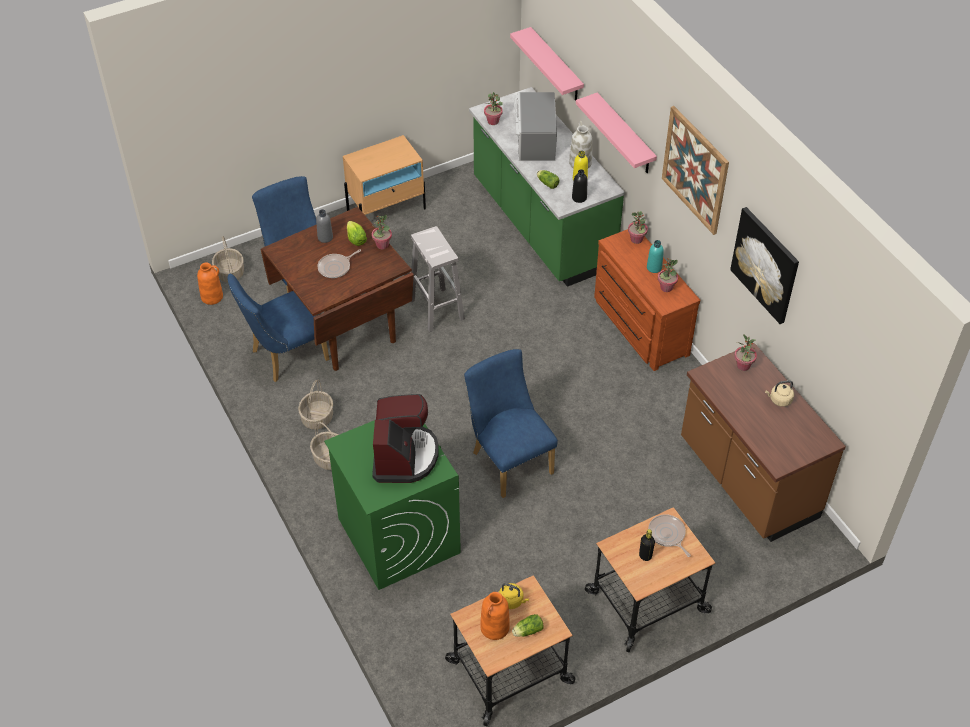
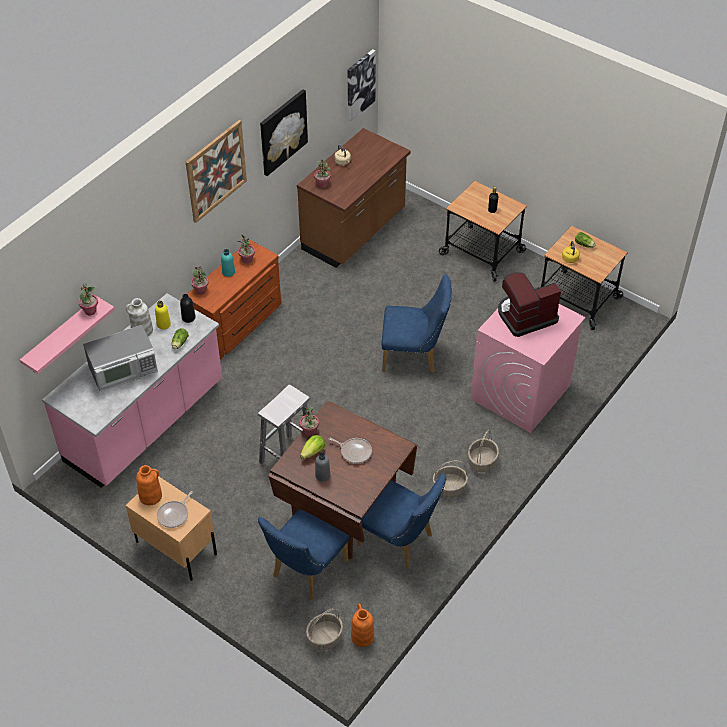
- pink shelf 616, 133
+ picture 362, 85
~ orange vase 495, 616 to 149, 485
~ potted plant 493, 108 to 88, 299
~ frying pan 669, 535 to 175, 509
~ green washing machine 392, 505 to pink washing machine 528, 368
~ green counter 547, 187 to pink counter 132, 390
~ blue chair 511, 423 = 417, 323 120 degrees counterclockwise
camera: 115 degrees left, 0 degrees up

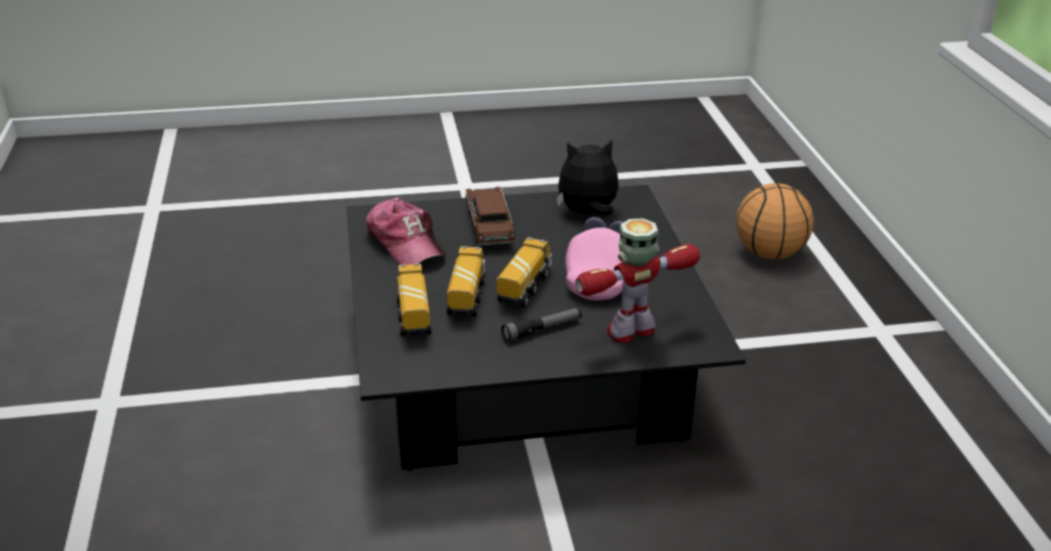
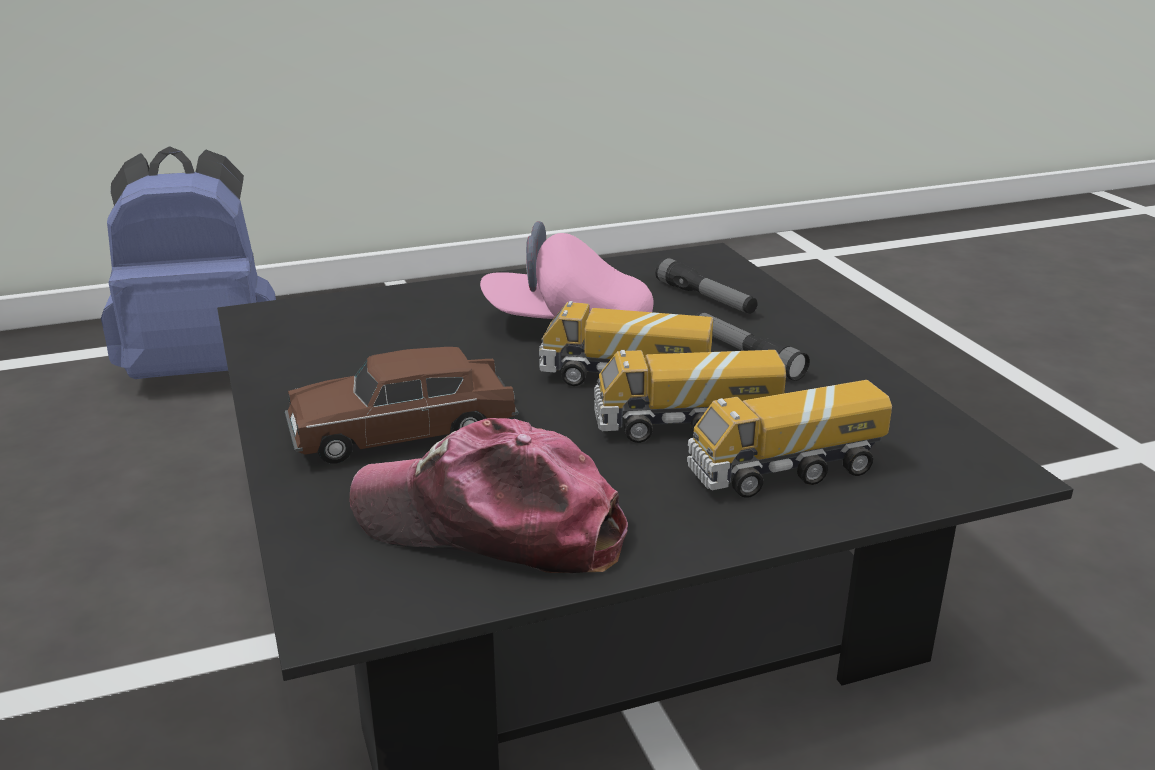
- plush toy 587, 177
~ toy robot 637, 280 to flashlight 706, 285
~ basketball 775, 221 to blue backpack 188, 262
~ cap 406, 231 = 489, 495 120 degrees counterclockwise
camera: 100 degrees left, 5 degrees down

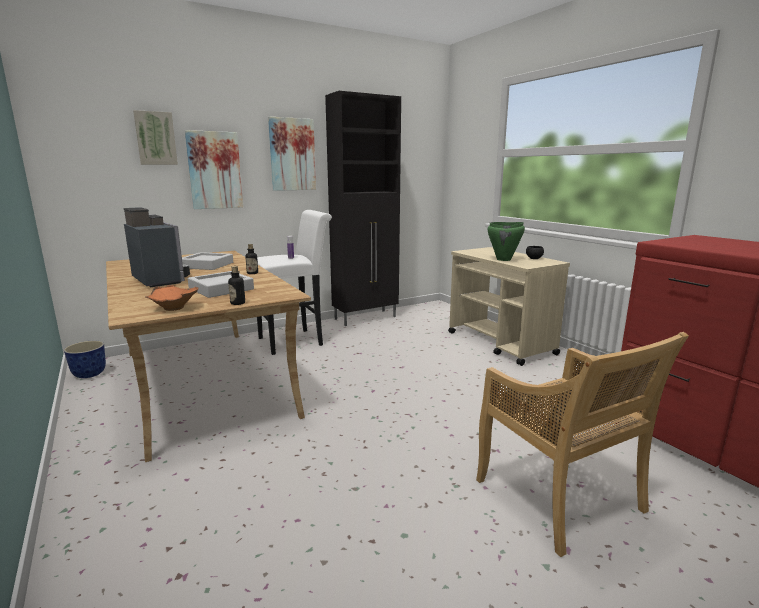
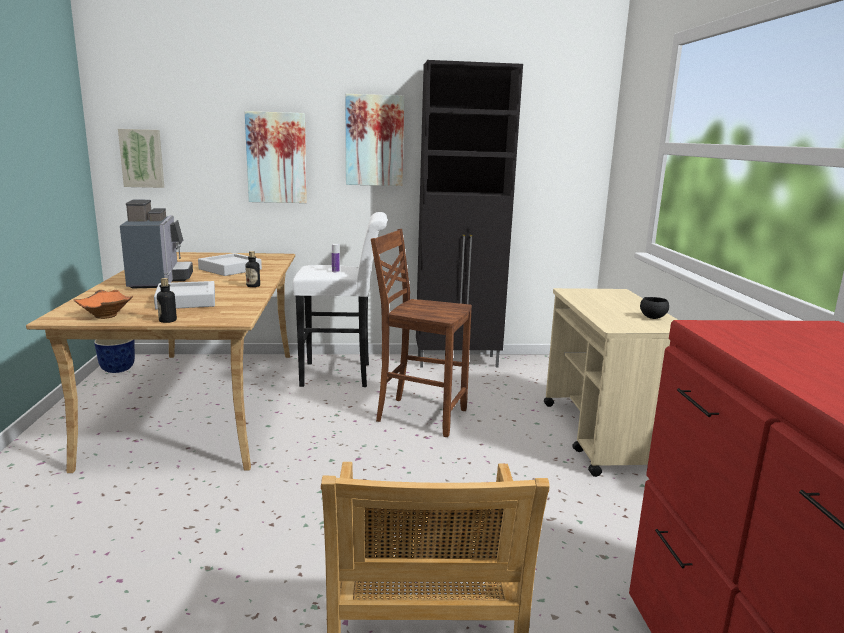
- green cooking pot 506, 241
+ brown chair 421, 333
~ picture 155, 137 to 141, 158
camera: 25 degrees right, 0 degrees up

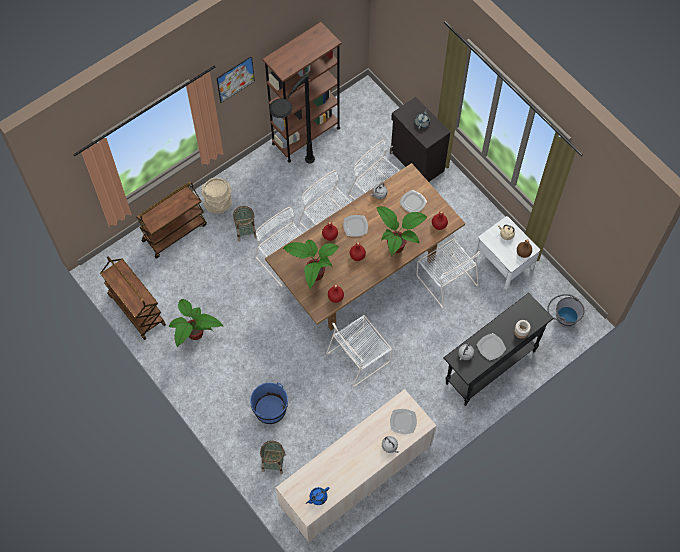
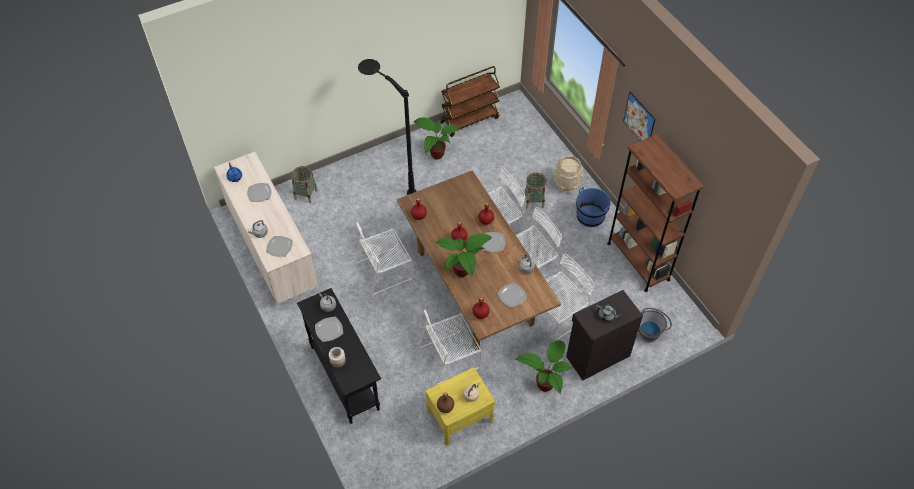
- brown cart 171, 220
+ plate 259, 192
~ blue bucket 269, 403 to 593, 207
~ black floor lamp 292, 118 to 387, 127
~ potted plant 311, 264 to 543, 367
~ grey bucket 565, 310 to 655, 325
~ white nightstand 507, 253 to yellow nightstand 460, 406
~ white chair 359, 351 = 384, 258 90 degrees counterclockwise
camera: 100 degrees right, 10 degrees down

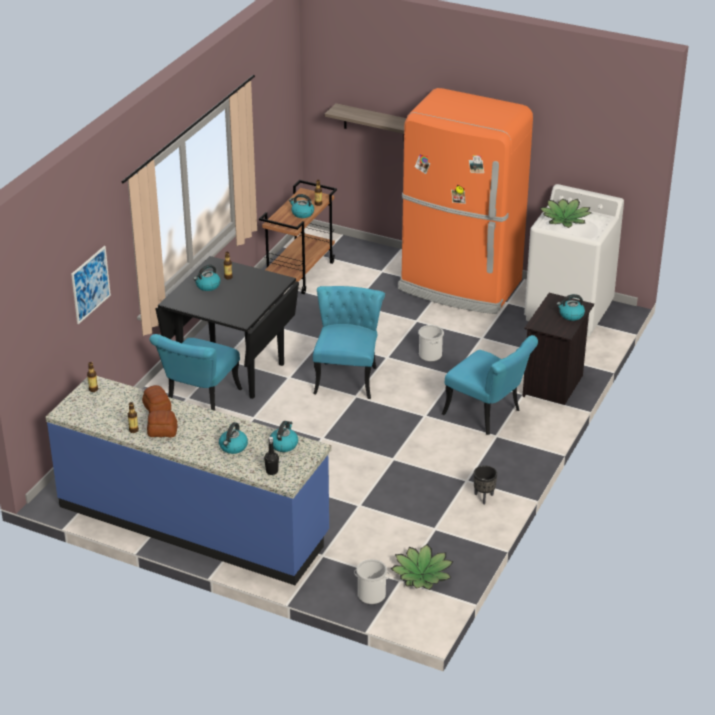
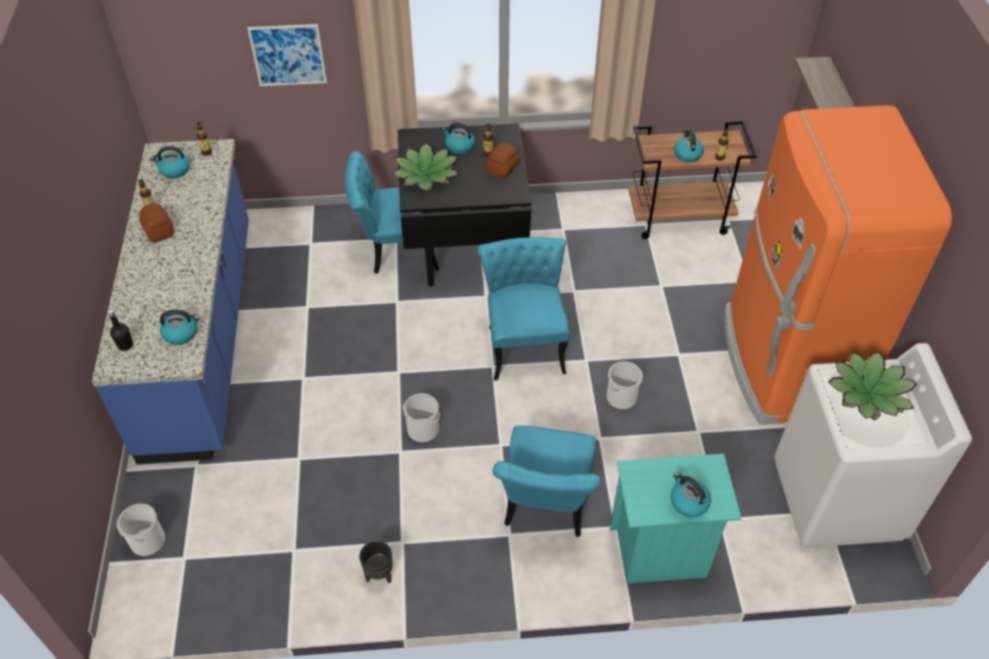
+ bucket 421, 417
~ bread 156, 399 to 503, 160
~ kettle 233, 438 to 170, 162
~ potted plant 422, 567 to 425, 167
~ black nightstand 558, 349 to turquoise nightstand 676, 519
~ turquoise chair 349, 342 = 523, 308 75 degrees counterclockwise
camera: 60 degrees right, 15 degrees up

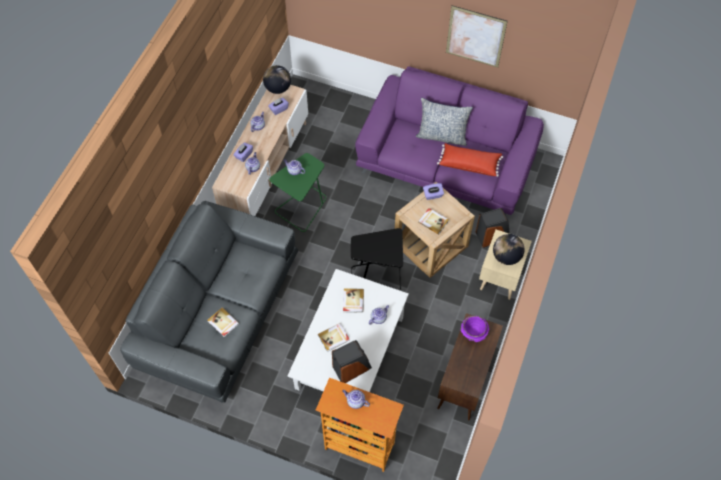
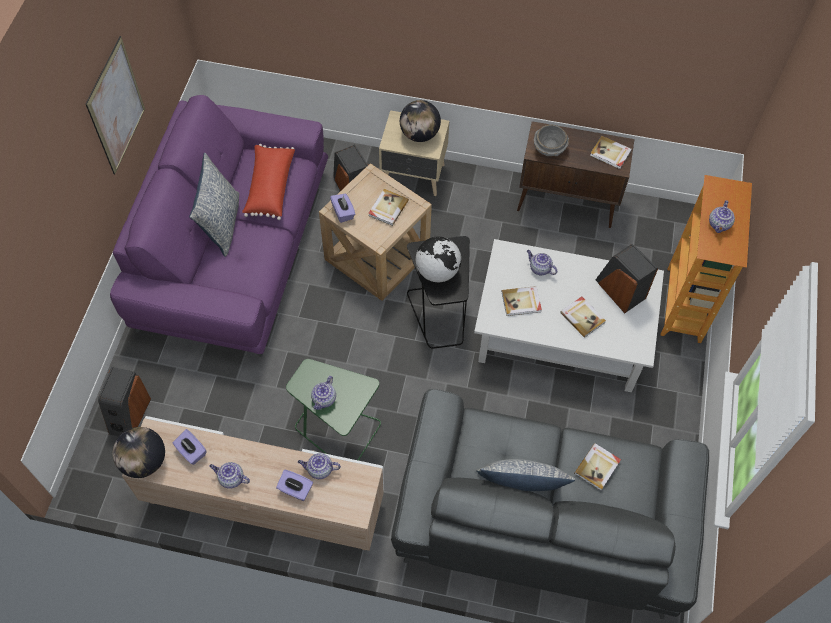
+ speaker 124, 402
+ globe 438, 259
+ pillow 525, 475
+ book 611, 152
~ purple bowl 475, 329 to grey bowl 551, 140
camera: 100 degrees left, 0 degrees up

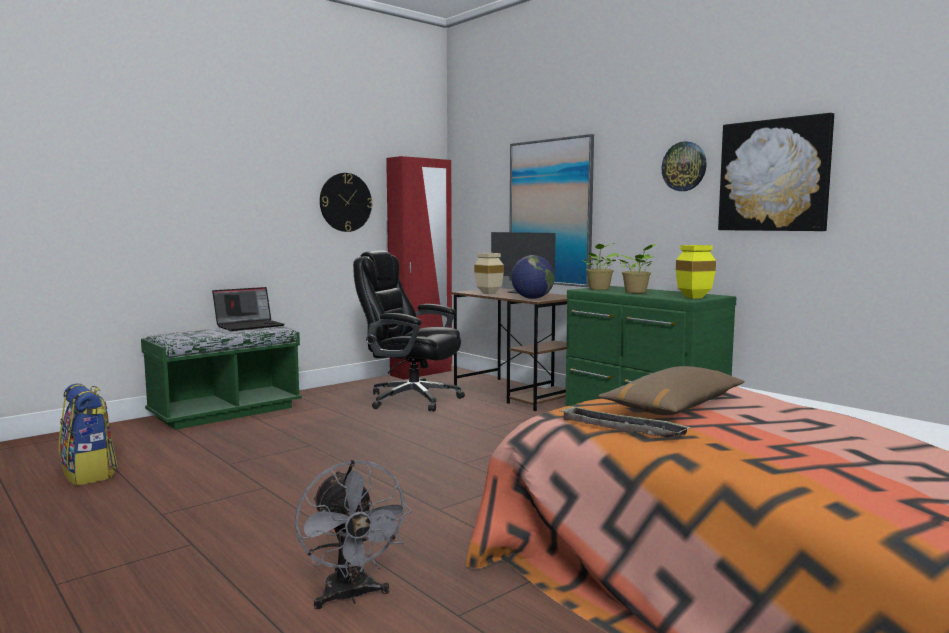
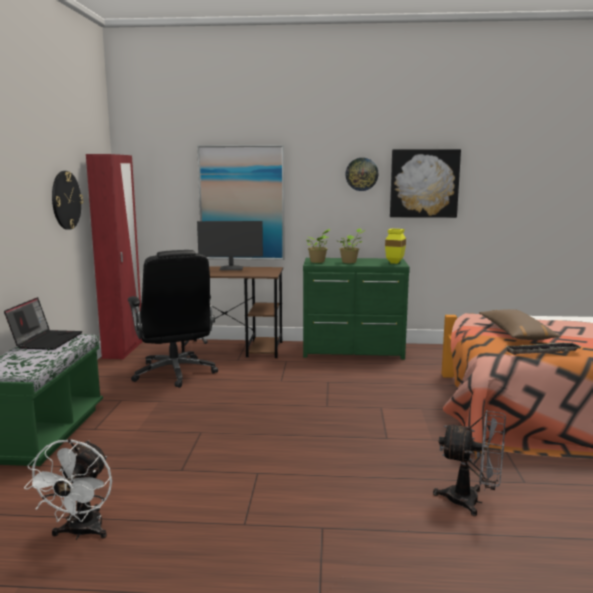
- beige vase 489, 273
- globe 533, 277
~ backpack 88, 434 to white fan 68, 489
~ black office chair 409, 331 = 173, 319 90 degrees counterclockwise
camera: 45 degrees left, 5 degrees up

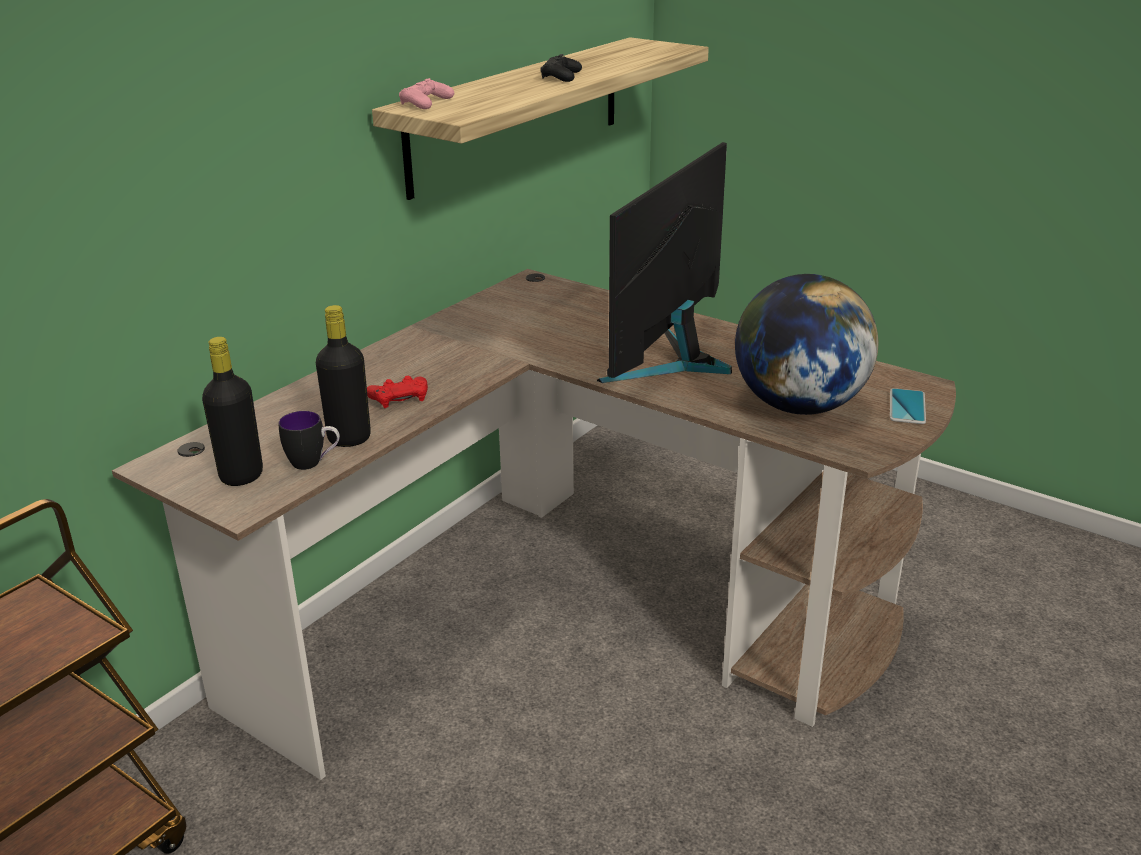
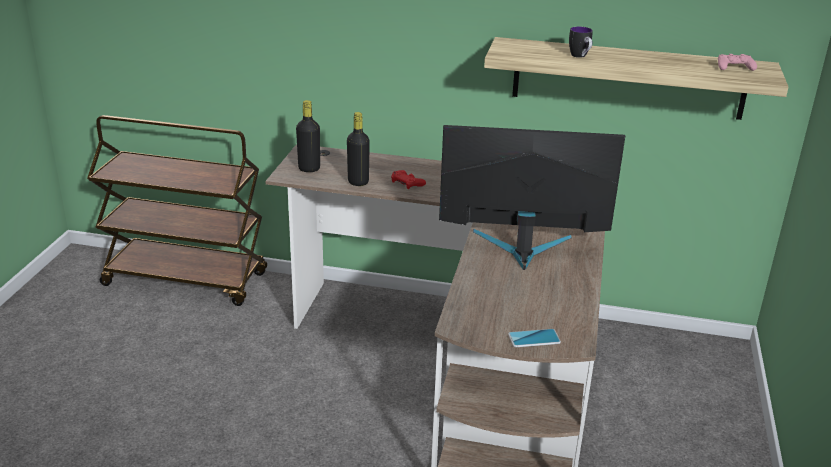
- black game controller 561, 68
- globe 806, 344
~ mug 309, 440 to 581, 42
~ pink game controller 426, 93 to 737, 62
camera: 65 degrees right, 0 degrees up

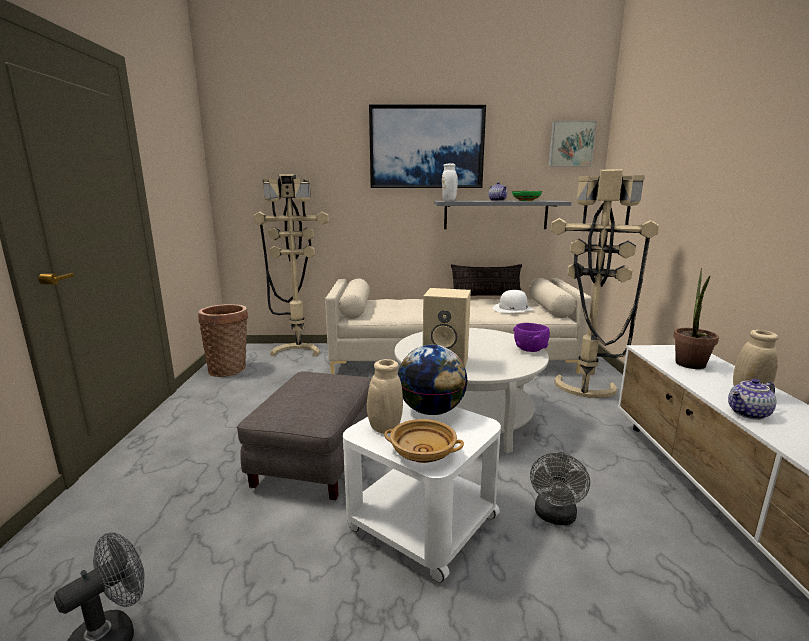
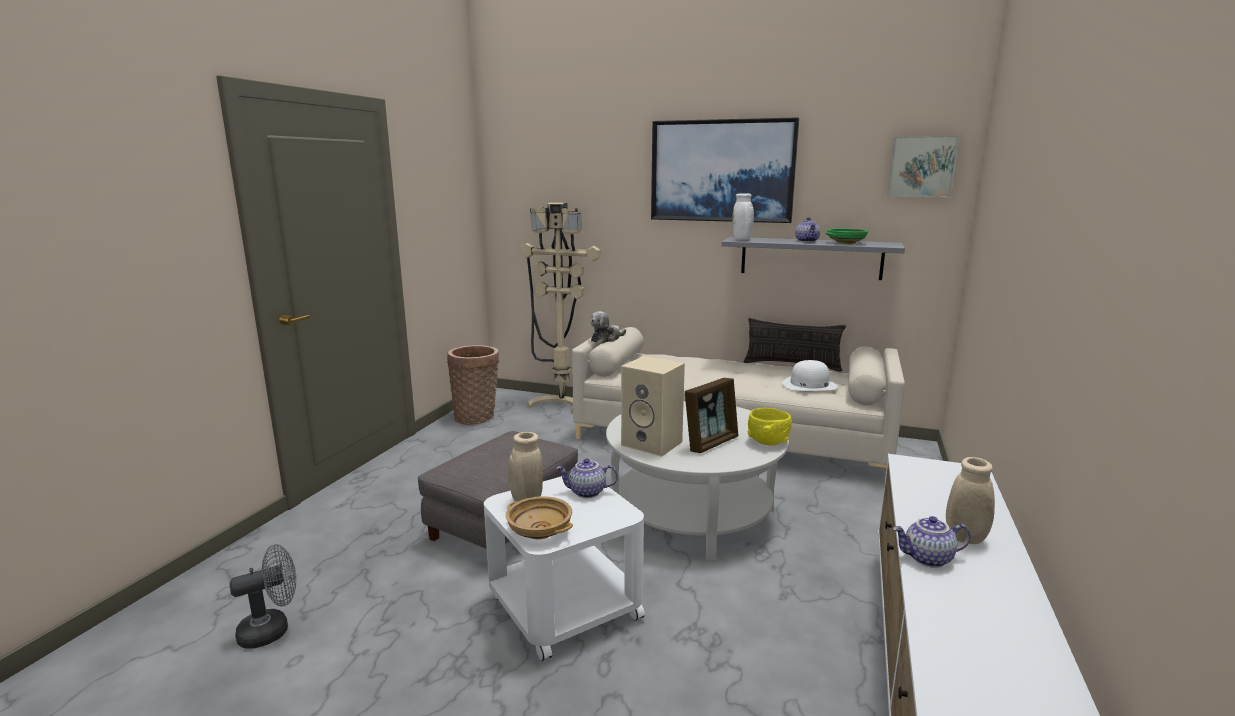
- grey fan 560, 488
- beige floor lamp 605, 283
- potted plant 696, 318
+ plush toy 608, 327
+ picture frame 711, 415
~ globe 433, 380 to teapot 587, 478
~ purple bowl 531, 337 to yellow bowl 770, 426
camera: 20 degrees right, 0 degrees up

